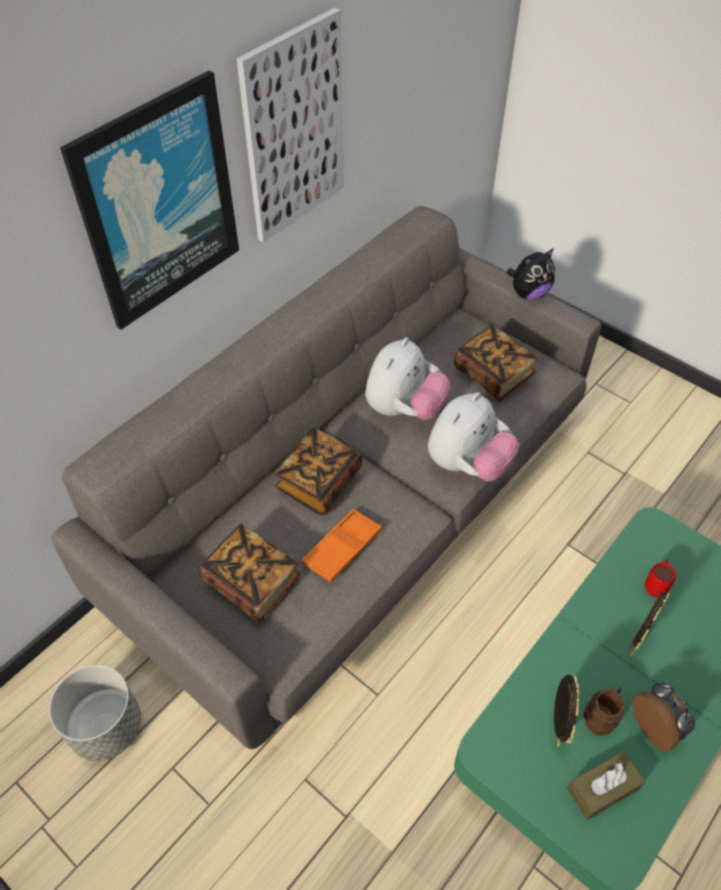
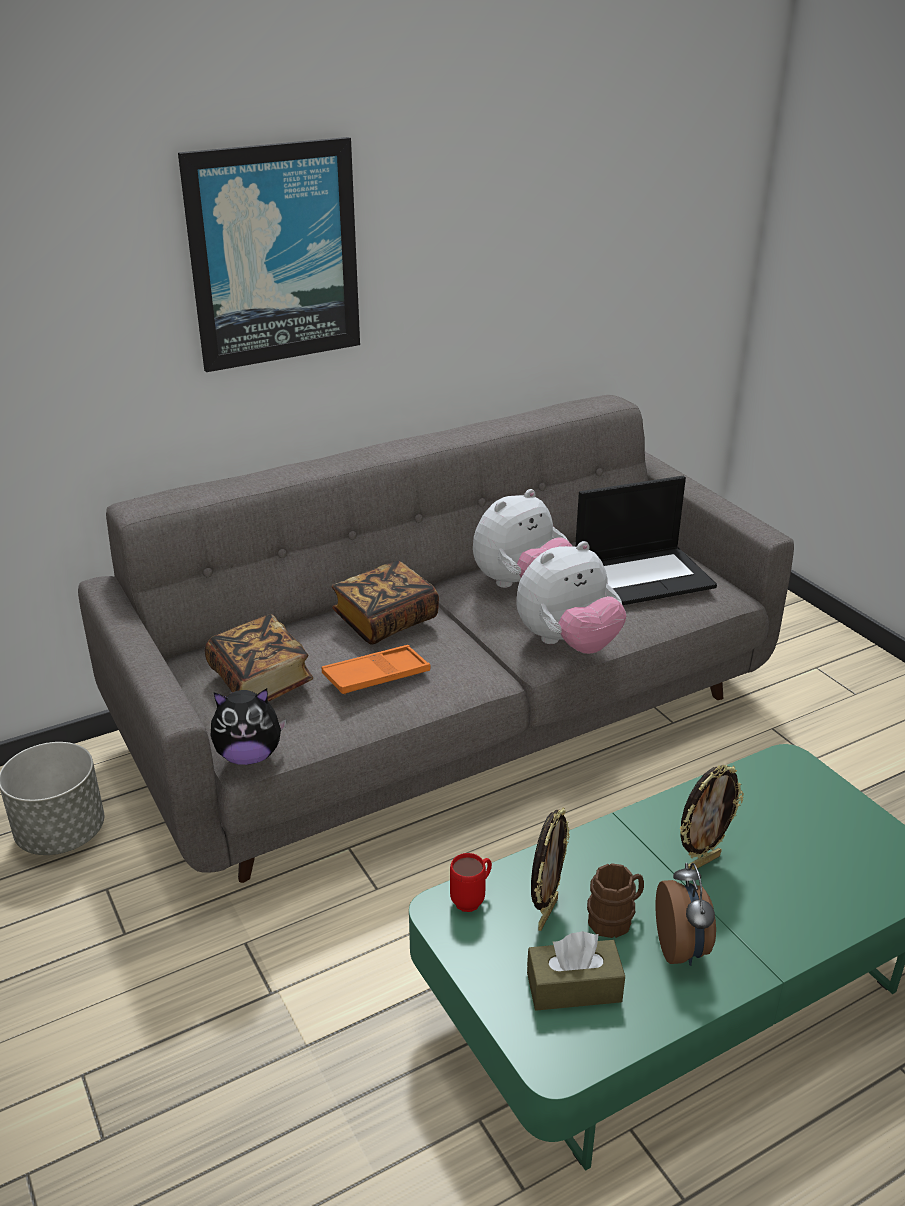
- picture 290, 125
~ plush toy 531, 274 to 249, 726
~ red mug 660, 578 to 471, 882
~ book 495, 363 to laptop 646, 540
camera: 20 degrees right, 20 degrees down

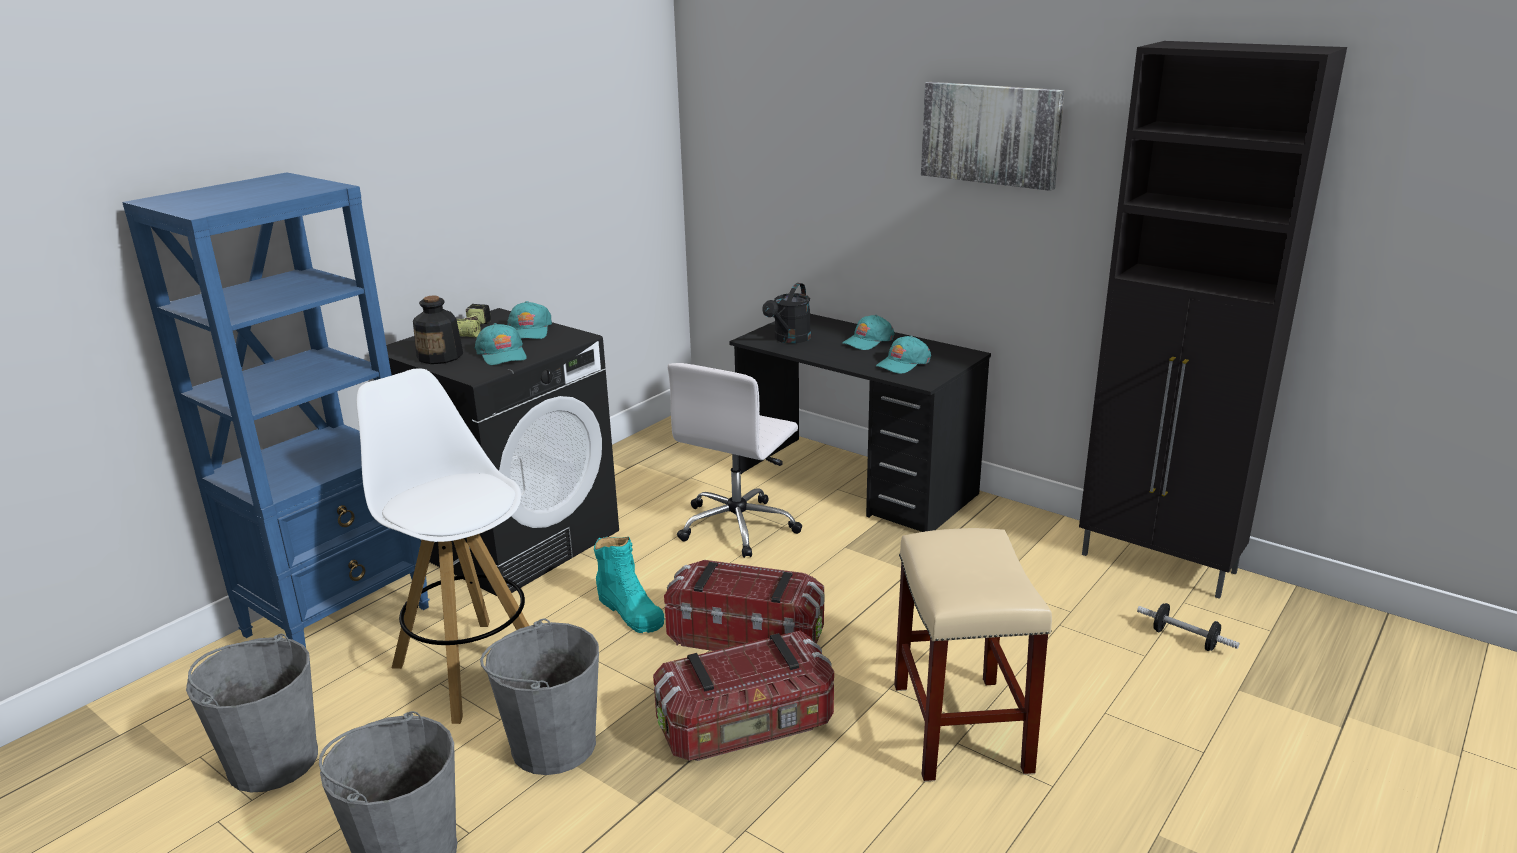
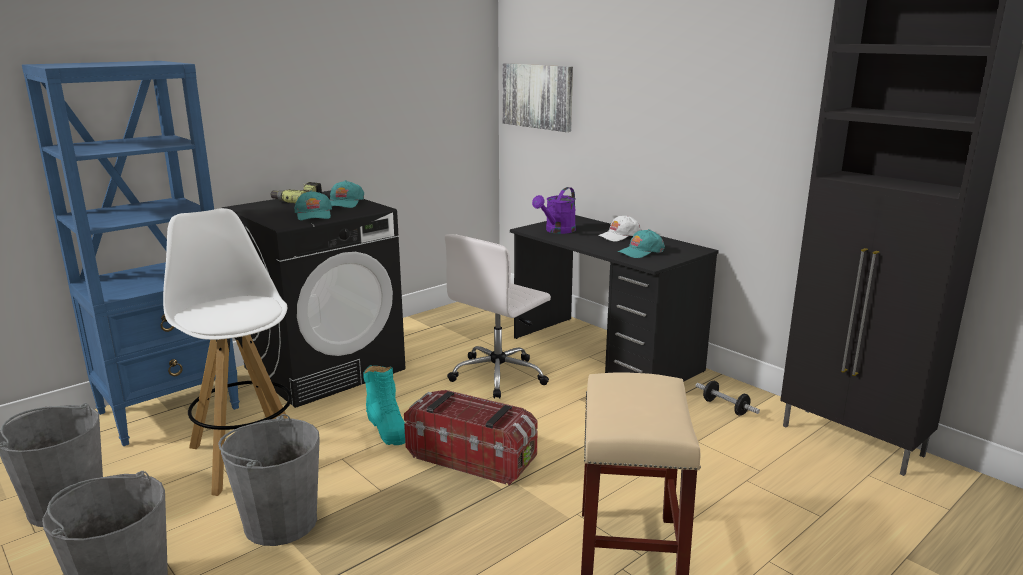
- bottle 438, 329
- storage box 743, 696
~ picture 992, 136 to 537, 97
~ dumbbell 1188, 627 to 728, 398
~ black watering can 786, 313 to purple watering can 554, 210
~ turquoise cap 868, 332 to white cap 620, 228
camera: 10 degrees right, 5 degrees down

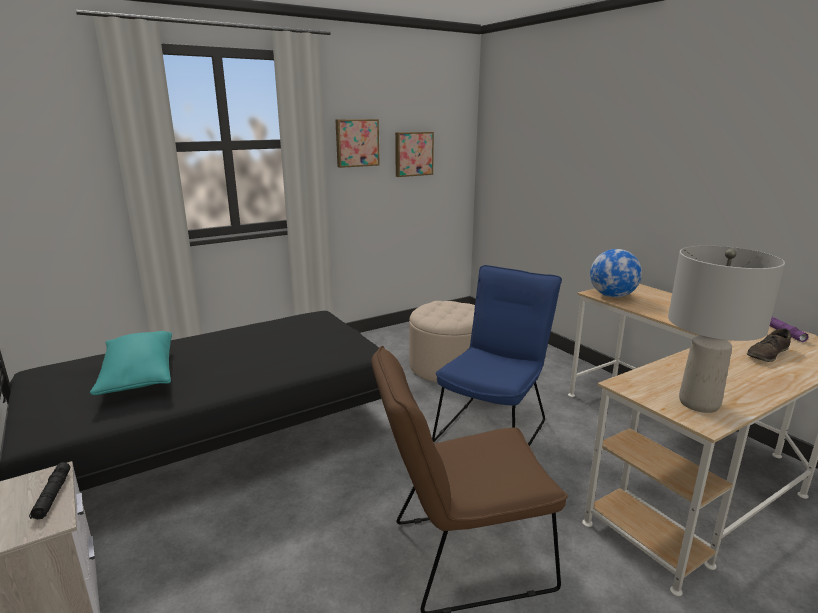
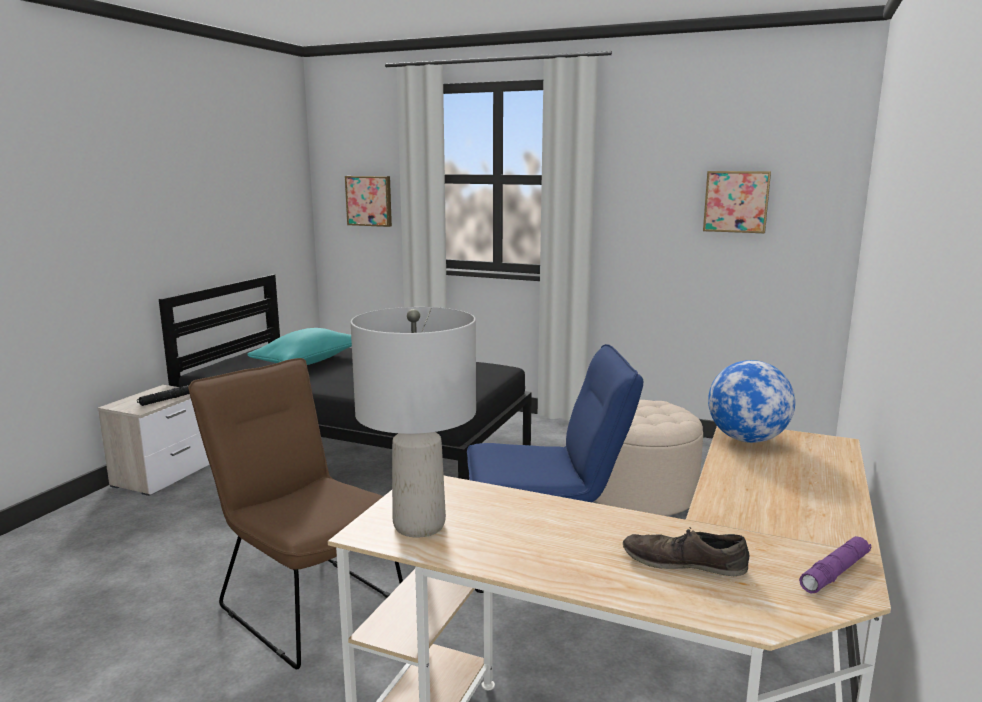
~ picture 357, 143 to 368, 201
camera: 55 degrees right, 5 degrees down

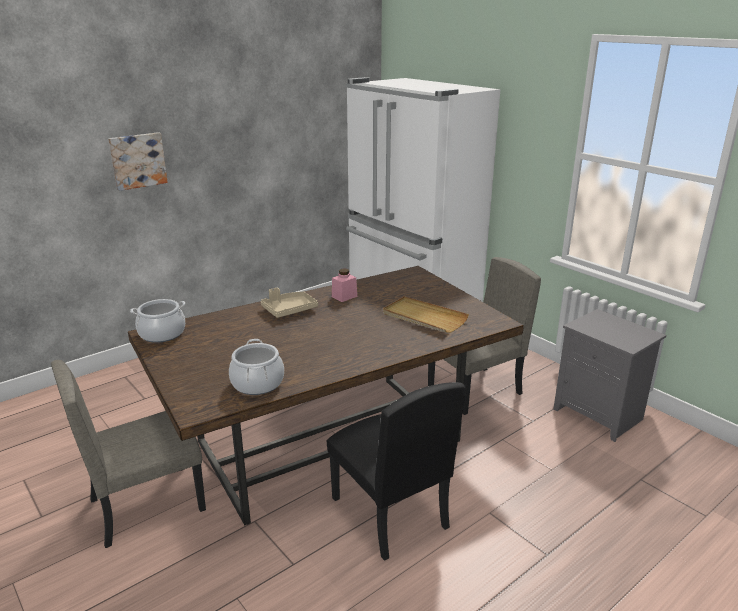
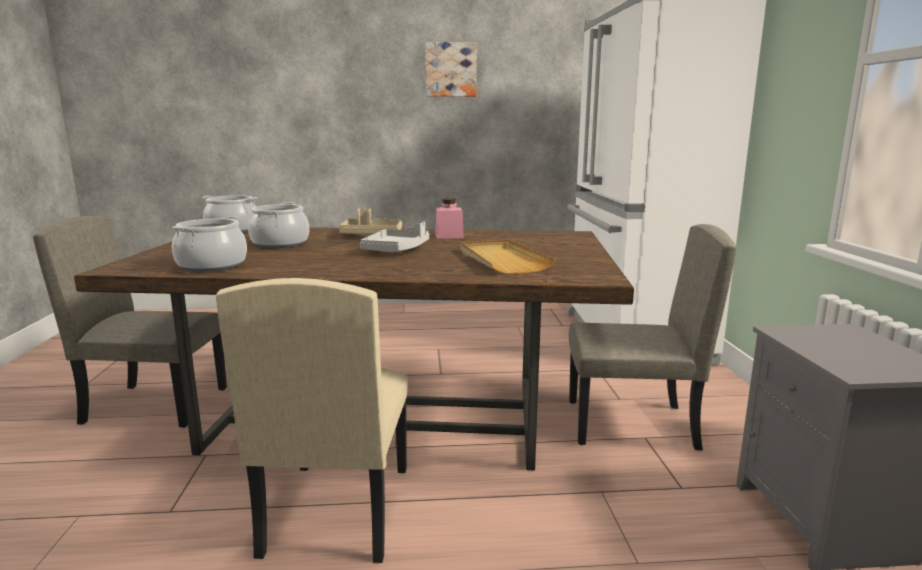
+ cooking pot 278, 225
+ grey tray 394, 236
~ picture 138, 161 to 451, 69
~ black chair 396, 471 to beige chair 312, 420
camera: 35 degrees right, 10 degrees down

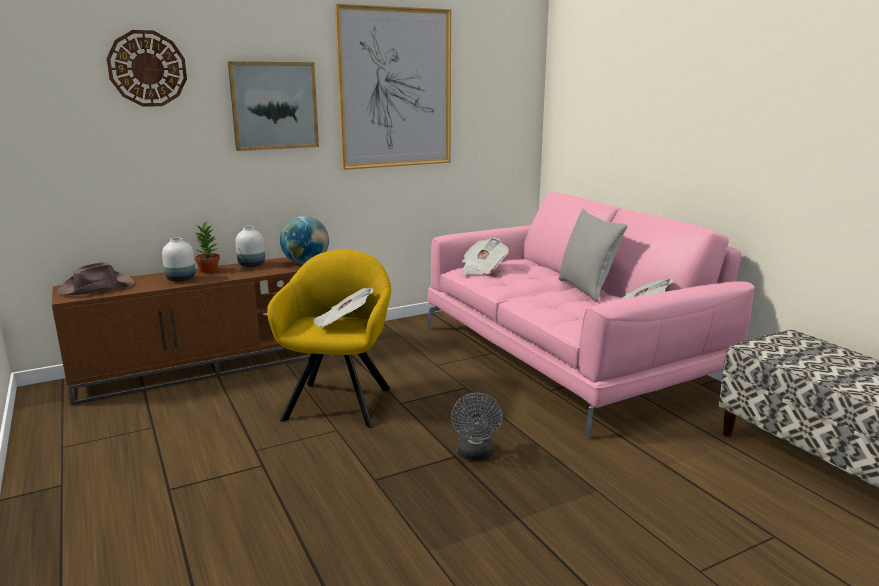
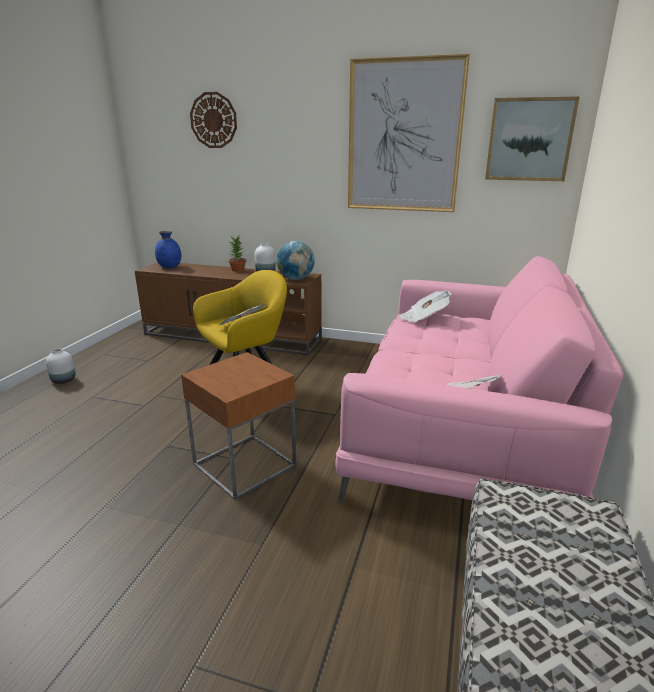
- grey pillow 593, 255
~ white vase 179, 259 to 60, 366
~ picture 273, 106 to 532, 138
~ brown hat 95, 278 to blue vase 168, 249
~ grey fan 477, 426 to brown side table 239, 426
camera: 45 degrees right, 5 degrees up

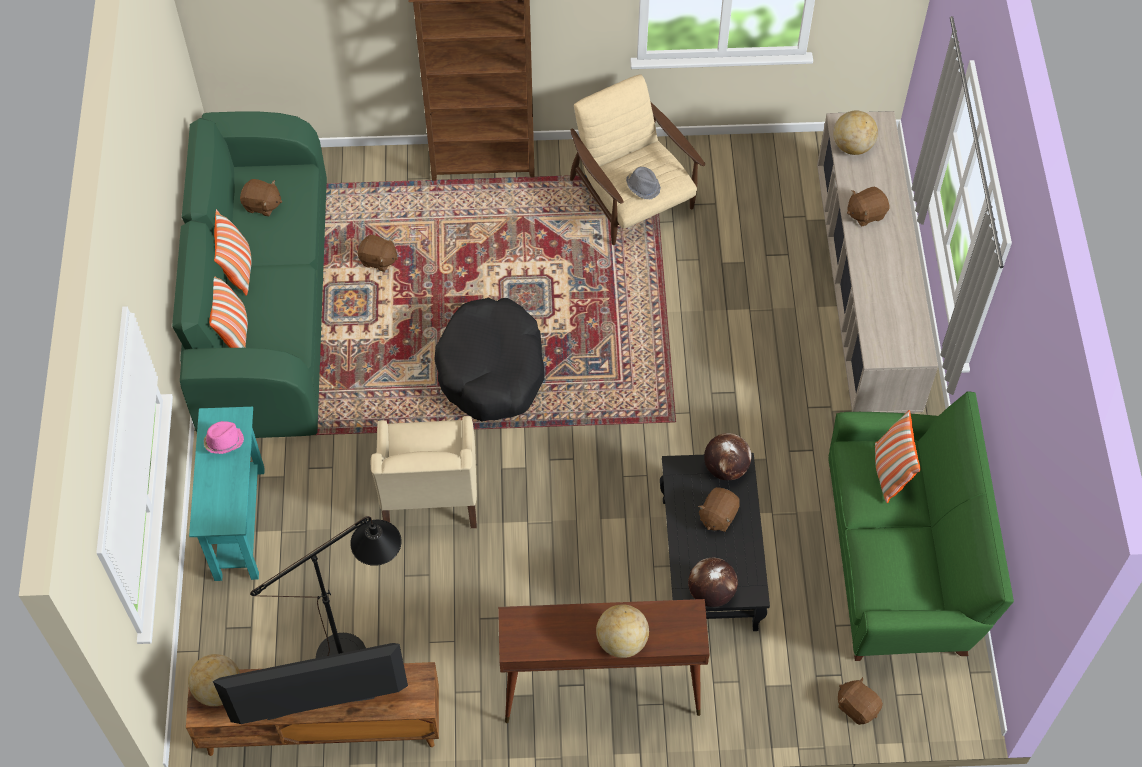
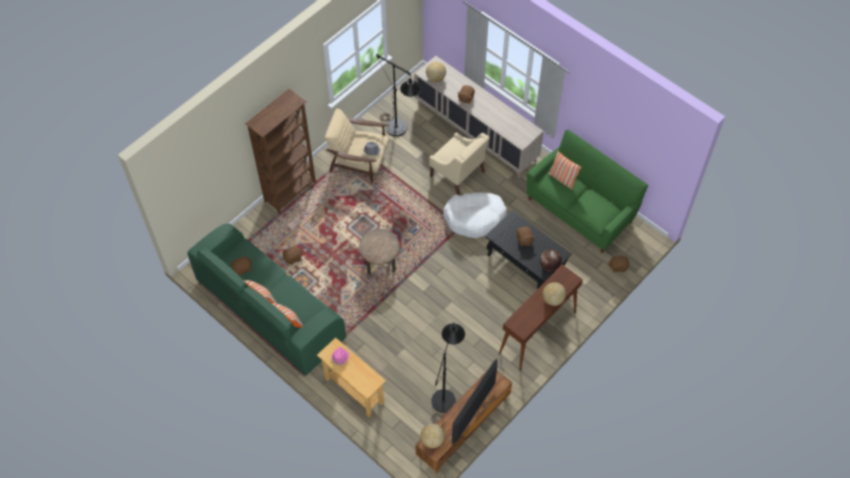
- globe 728, 456
+ black floor lamp 398, 95
+ white dog bed 475, 215
~ beige armchair 423, 472 to 459, 163
~ black dog bed 489, 360 to brown side table 379, 252
~ turquoise console table 227, 494 to beige console table 351, 377
camera: 45 degrees left, 0 degrees up

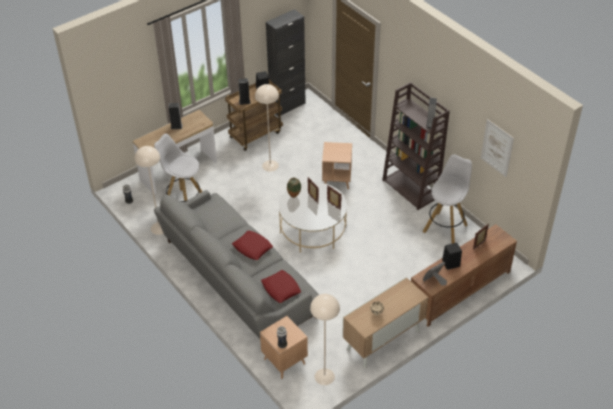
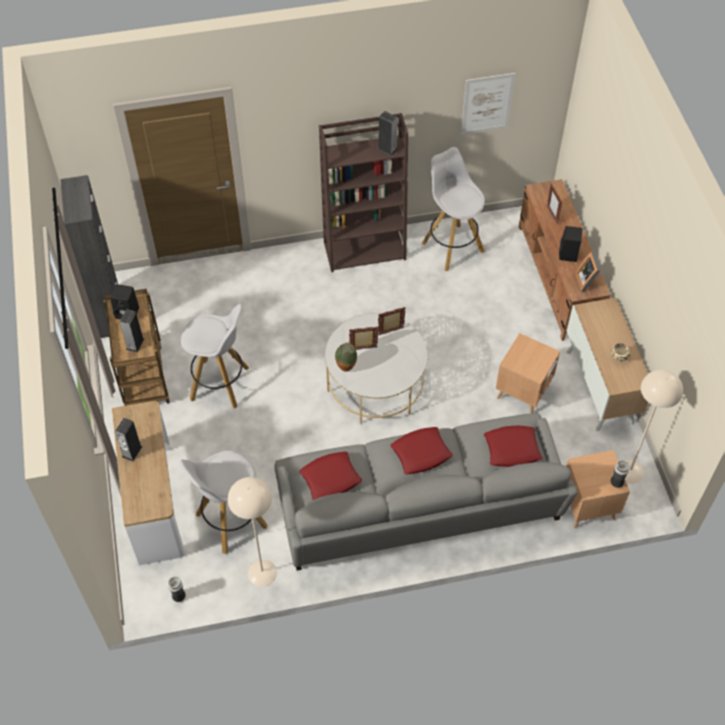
+ red pillow 330, 476
~ brown side table 337, 166 to 528, 373
~ beige floor lamp 267, 127 to white stool 215, 356
camera: 65 degrees left, 10 degrees up

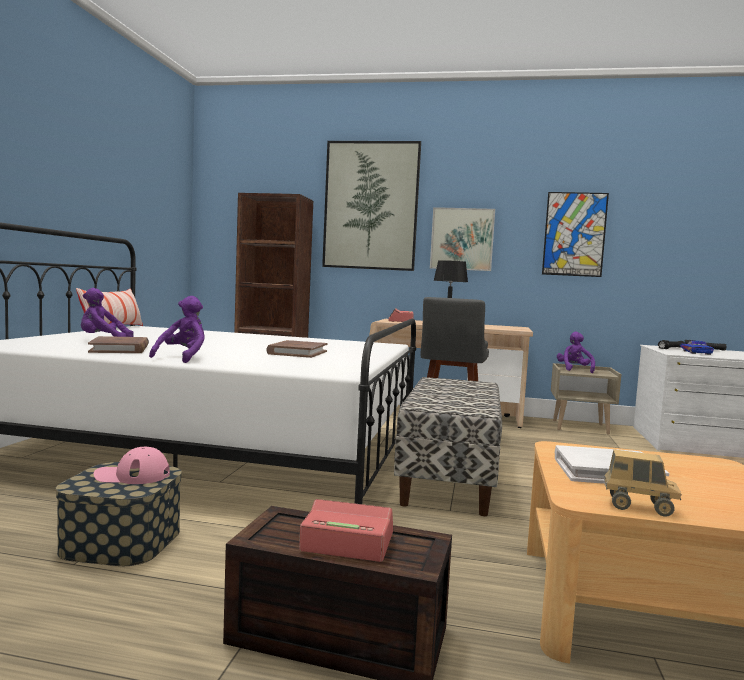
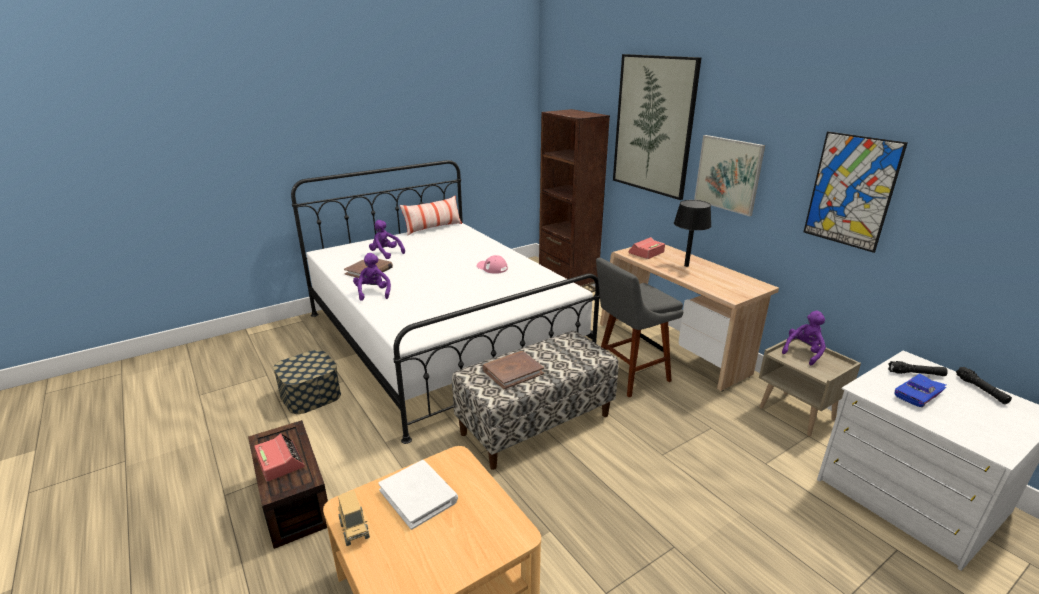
~ pink cap 132, 465 to 492, 264
~ brown book 296, 349 to 513, 370
~ purple plush toy 177, 329 = 372, 277 75 degrees counterclockwise
camera: 45 degrees right, 20 degrees up

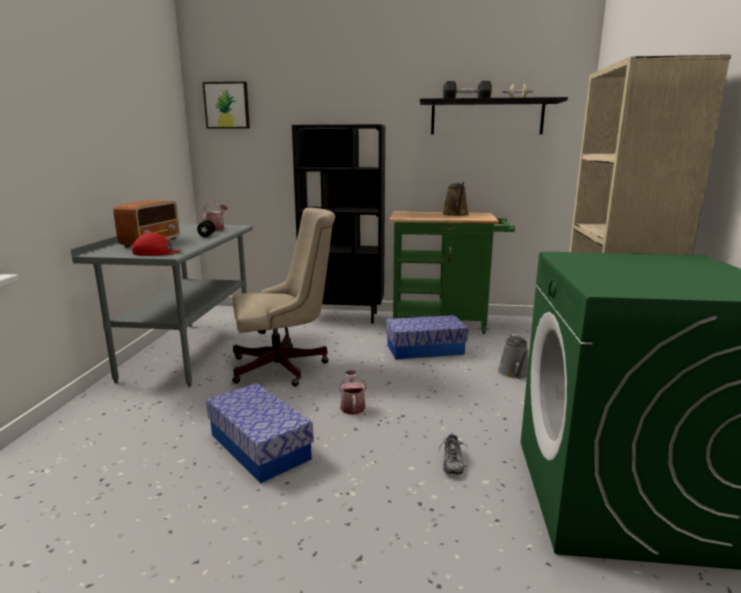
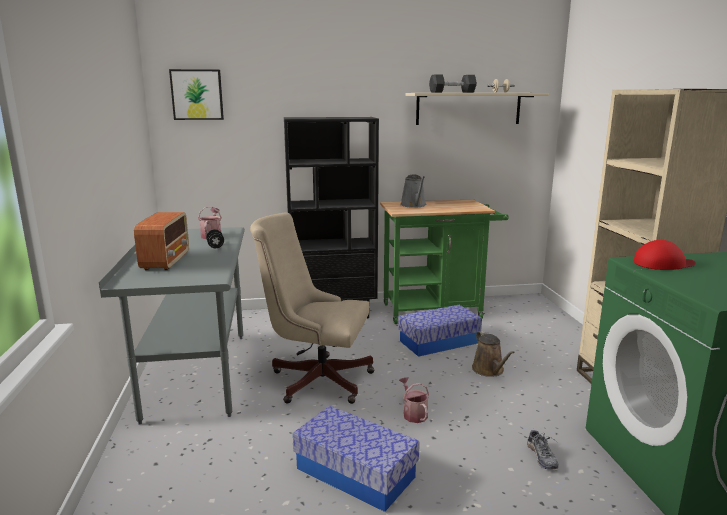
~ red cap 157, 244 to 665, 255
~ brown watering can 455, 199 to 493, 354
~ grey watering can 513, 356 to 413, 191
~ black shelf 494, 115 to beige shelf 477, 109
~ beige office chair 283, 296 = 312, 308 135 degrees counterclockwise
camera: 15 degrees left, 0 degrees up

